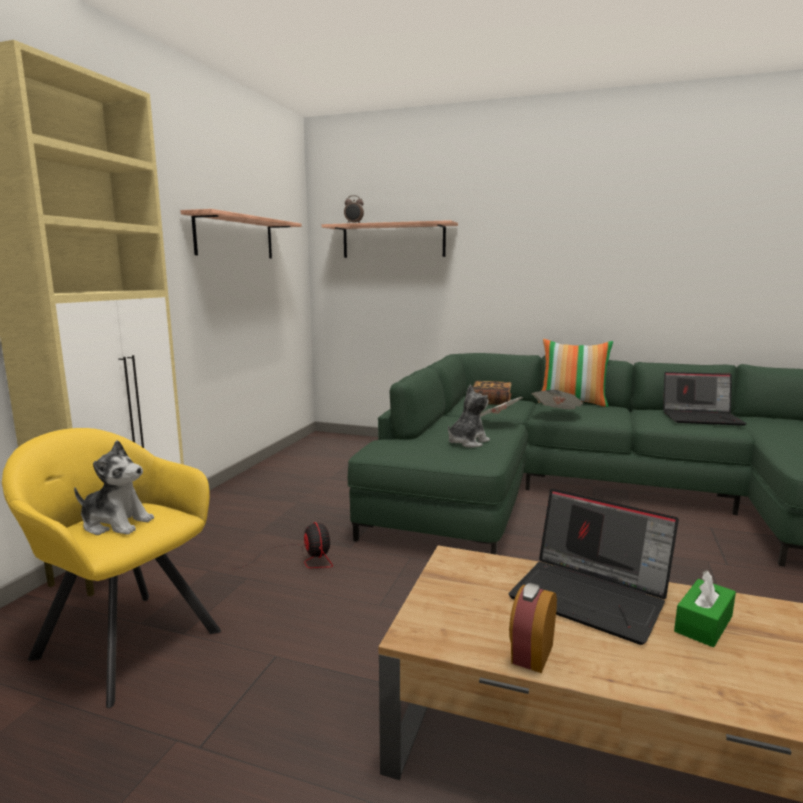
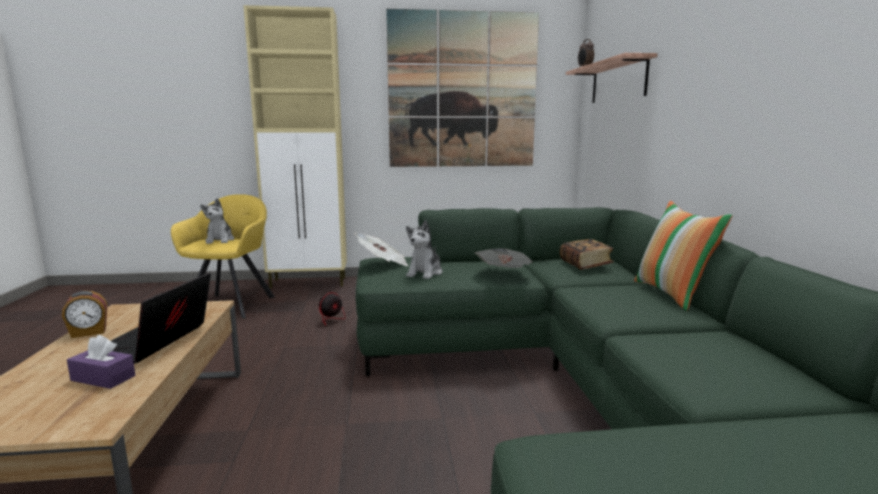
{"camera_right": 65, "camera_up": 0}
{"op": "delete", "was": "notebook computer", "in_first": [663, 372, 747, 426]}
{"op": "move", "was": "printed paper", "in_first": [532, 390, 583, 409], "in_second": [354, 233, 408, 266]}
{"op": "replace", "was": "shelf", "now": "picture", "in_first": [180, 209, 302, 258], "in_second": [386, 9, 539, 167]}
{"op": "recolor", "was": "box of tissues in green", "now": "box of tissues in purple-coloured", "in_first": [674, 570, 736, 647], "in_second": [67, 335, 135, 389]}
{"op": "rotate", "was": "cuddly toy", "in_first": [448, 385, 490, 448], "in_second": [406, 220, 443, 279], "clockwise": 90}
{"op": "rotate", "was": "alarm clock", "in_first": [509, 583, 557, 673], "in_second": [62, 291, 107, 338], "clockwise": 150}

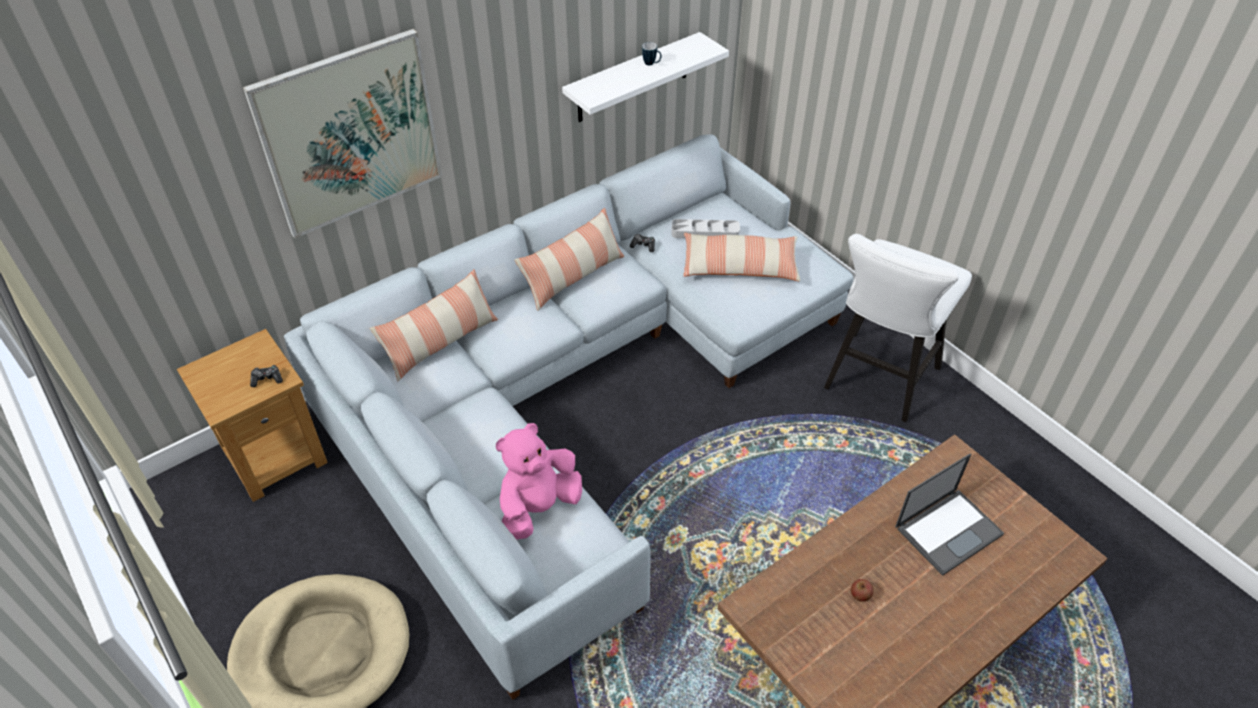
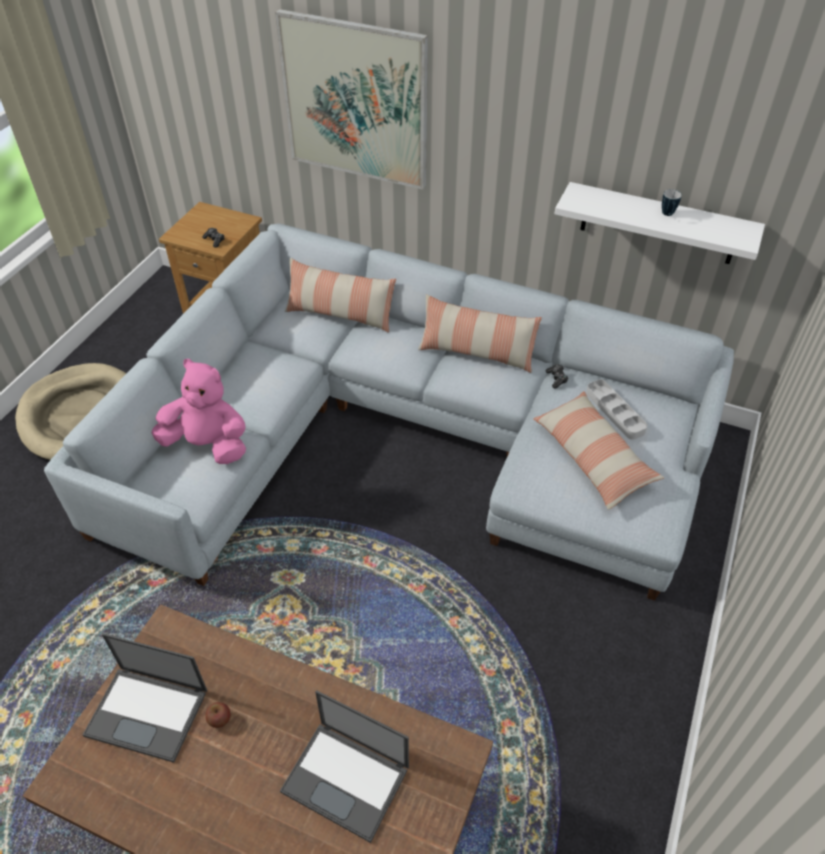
{"camera_right": 60, "camera_up": 0}
{"op": "delete", "was": "sitting stool in white-coloured", "in_first": [824, 234, 972, 422]}
{"op": "insert", "now": "notebook computer", "in_second": [83, 633, 207, 763]}

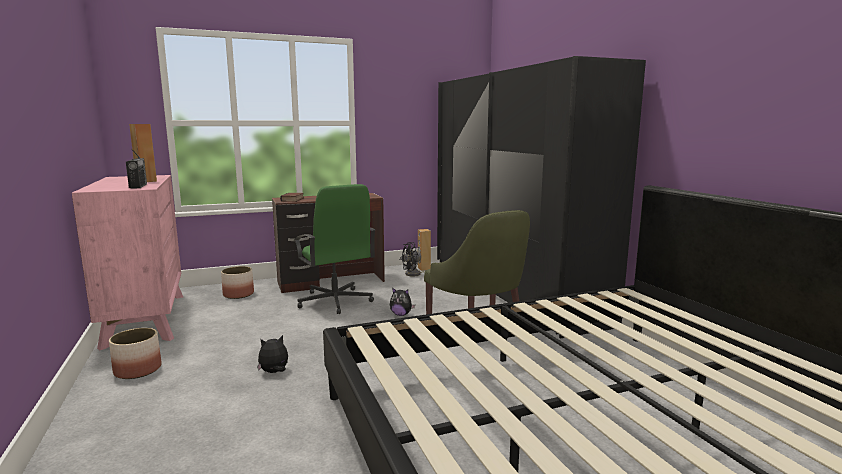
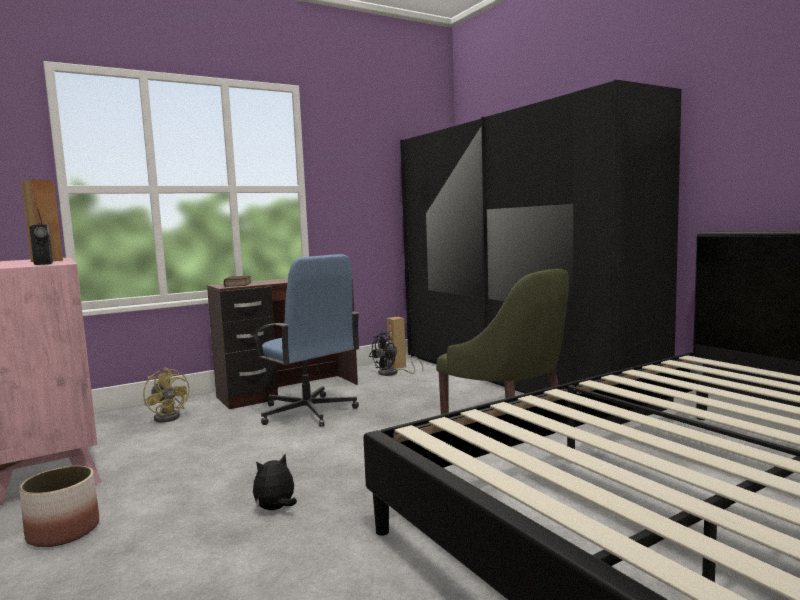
{"camera_right": -10, "camera_up": -5}
{"op": "delete", "was": "cuddly toy", "in_first": [390, 288, 415, 316]}
{"op": "replace", "was": "planter", "now": "electric fan in yellow-coloured", "in_first": [221, 266, 254, 299], "in_second": [143, 367, 190, 423]}
{"op": "recolor", "was": "desk chair in green", "now": "desk chair in blue", "in_first": [293, 184, 376, 314], "in_second": [251, 254, 360, 427]}

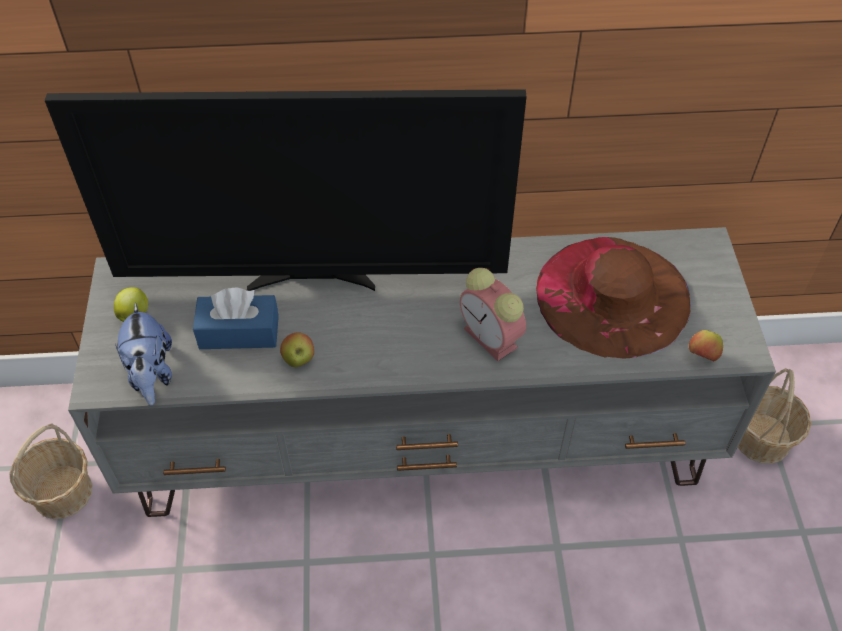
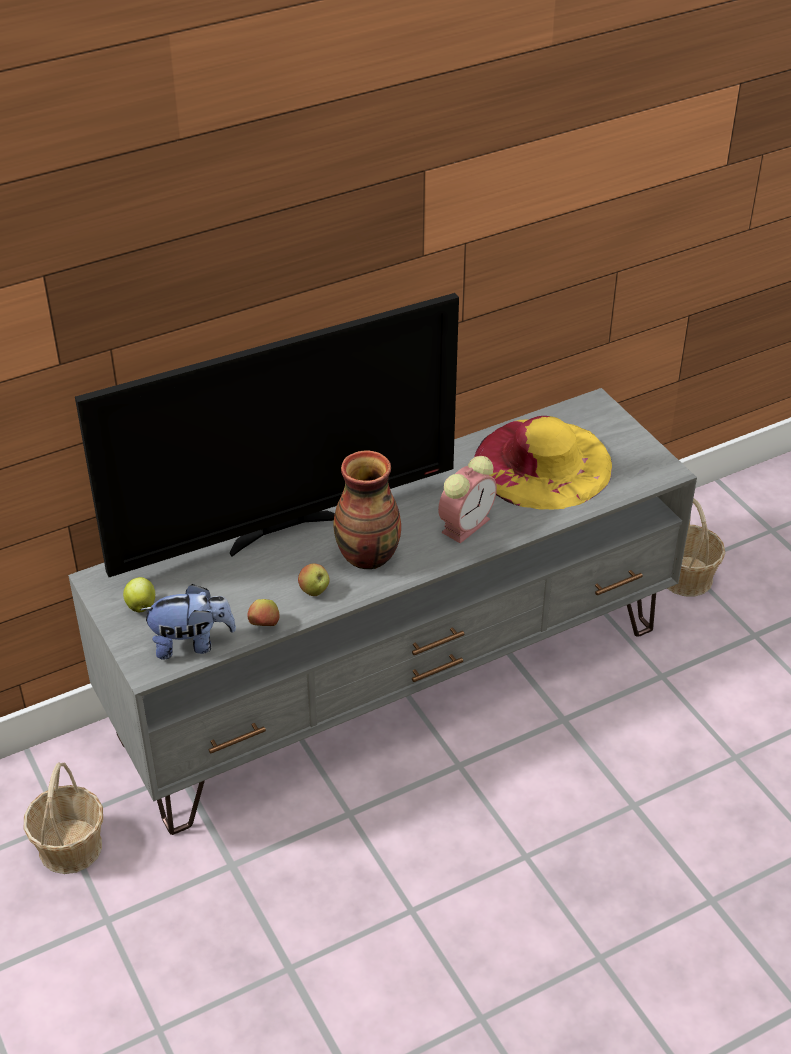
{"camera_right": -25, "camera_up": -10}
{"op": "delete", "was": "box of tissues in blue", "in_first": [193, 288, 279, 349]}
{"op": "insert", "now": "decorative vase", "in_second": [333, 450, 401, 569]}
{"op": "move", "was": "apple fruit", "in_first": [689, 330, 723, 361], "in_second": [247, 599, 279, 626]}
{"op": "recolor", "was": "clothing hat in brownish", "now": "clothing hat in yellow-coloured", "in_first": [536, 237, 691, 358], "in_second": [474, 416, 612, 510]}
{"op": "rotate", "was": "cuddly toy", "in_first": [115, 302, 172, 405], "in_second": [140, 584, 236, 660], "clockwise": -60}
{"op": "rotate", "was": "alarm clock", "in_first": [460, 268, 526, 361], "in_second": [438, 456, 497, 543], "clockwise": -75}

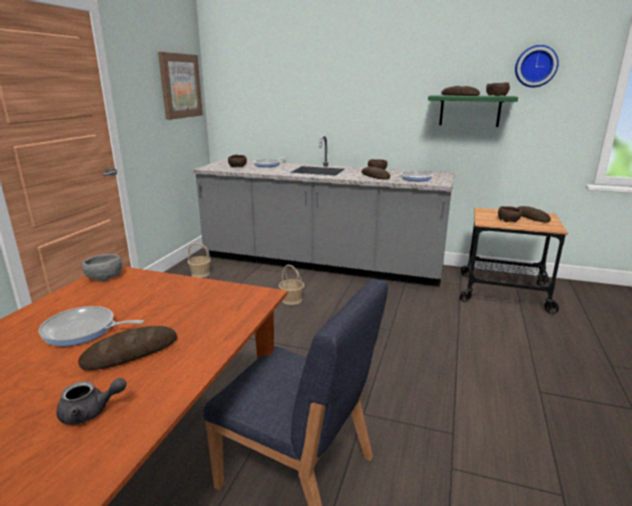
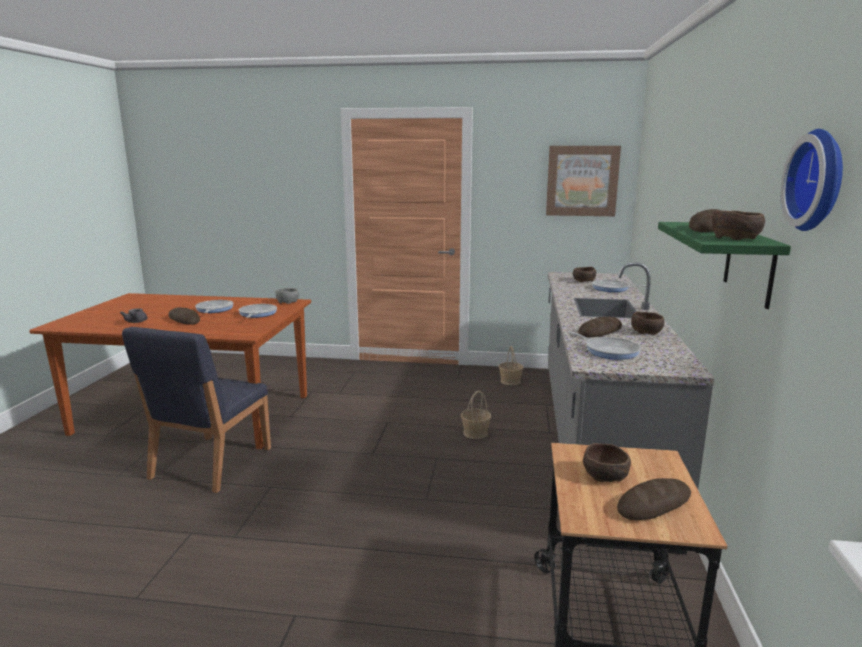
{"camera_right": 80, "camera_up": -5}
{"op": "insert", "now": "frying pan", "in_second": [239, 304, 277, 318]}

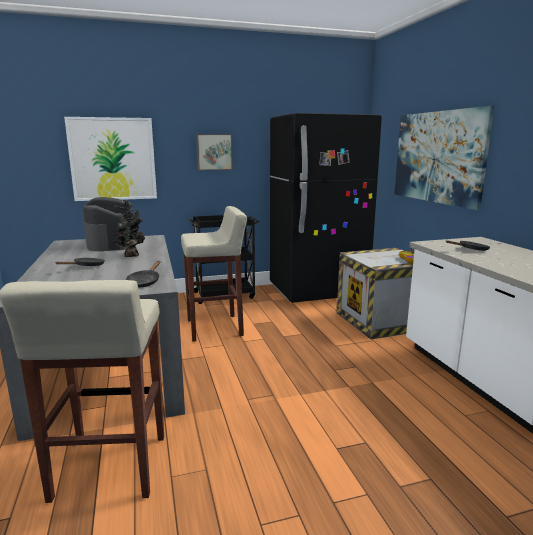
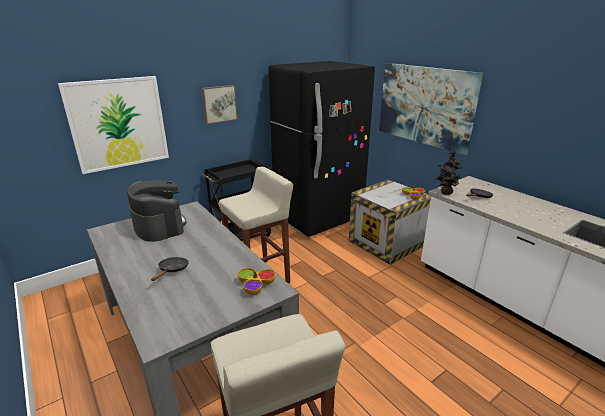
{"camera_right": -20, "camera_up": 10}
{"op": "move", "was": "potted plant", "in_first": [113, 201, 145, 257], "in_second": [437, 150, 462, 195]}
{"op": "replace", "was": "frying pan in black-coloured", "now": "serving bowl", "in_first": [126, 261, 160, 287], "in_second": [238, 268, 276, 295]}

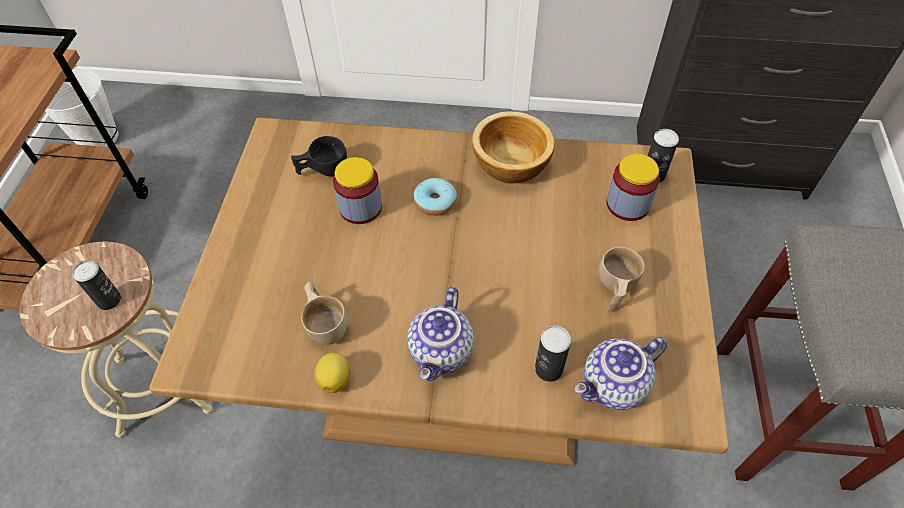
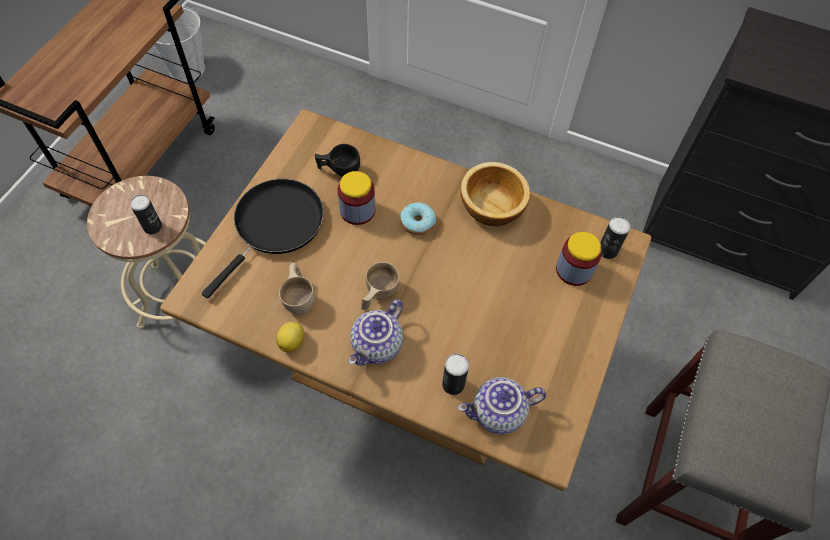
{"camera_right": 15, "camera_up": 5}
{"op": "insert", "now": "frying pan in black-coloured", "in_second": [202, 179, 324, 299]}
{"op": "move", "was": "small cup in beige", "in_first": [599, 247, 645, 311], "in_second": [361, 262, 400, 310]}

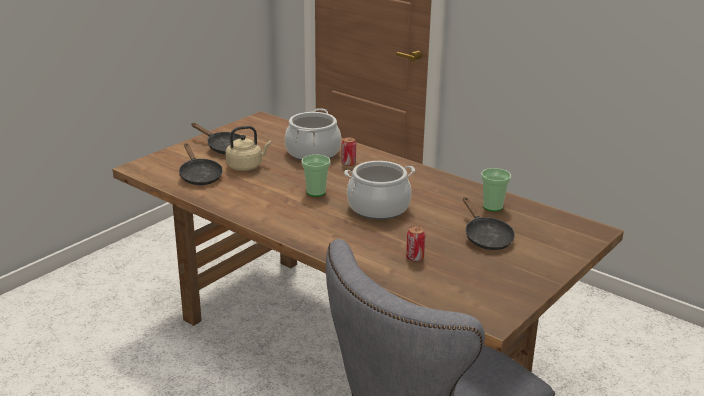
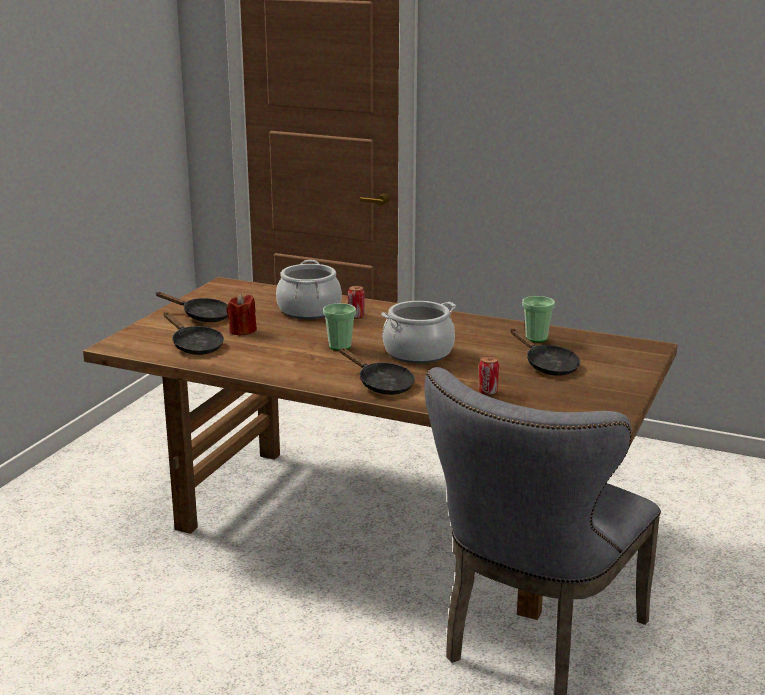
{"camera_right": -15, "camera_up": -5}
{"op": "insert", "now": "frying pan in black-coloured", "in_second": [339, 348, 415, 395]}
{"op": "replace", "was": "tea kettle in beige", "now": "candle in red", "in_first": [225, 126, 271, 171], "in_second": [227, 294, 257, 336]}

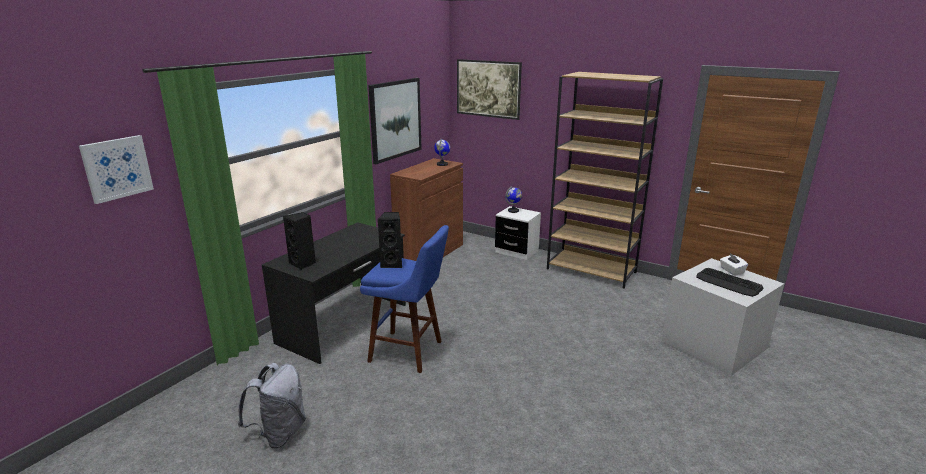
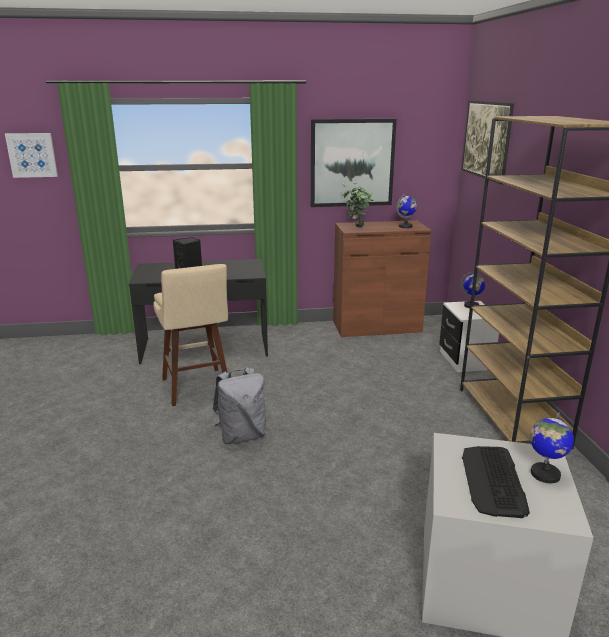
{"camera_right": 50, "camera_up": 0}
{"op": "delete", "was": "audio speaker in black-coloured", "in_first": [283, 212, 316, 270]}
{"op": "insert", "now": "potted plant", "in_second": [342, 183, 374, 227]}
{"op": "move", "was": "backpack in gray", "in_first": [238, 363, 306, 449], "in_second": [212, 367, 266, 445]}
{"op": "replace", "was": "box of tissues in white-coloured", "now": "world globe", "in_first": [720, 253, 748, 275], "in_second": [530, 412, 574, 483]}
{"op": "recolor", "was": "sitting stool in blue", "now": "sitting stool in beige", "in_first": [360, 225, 449, 373], "in_second": [153, 264, 228, 406]}

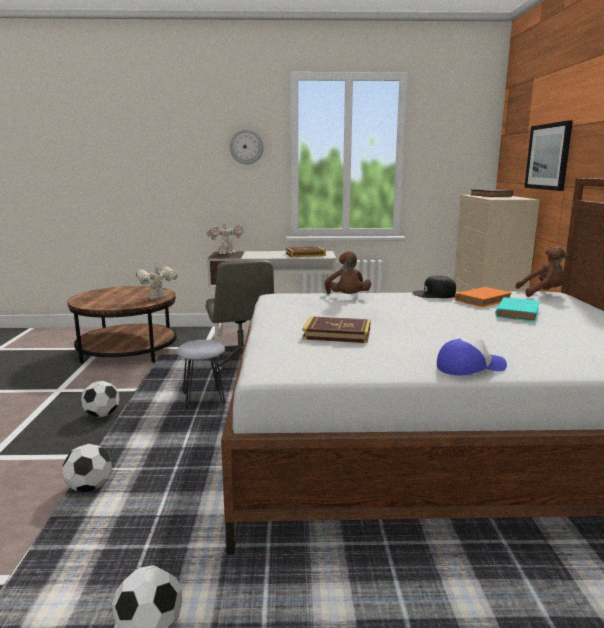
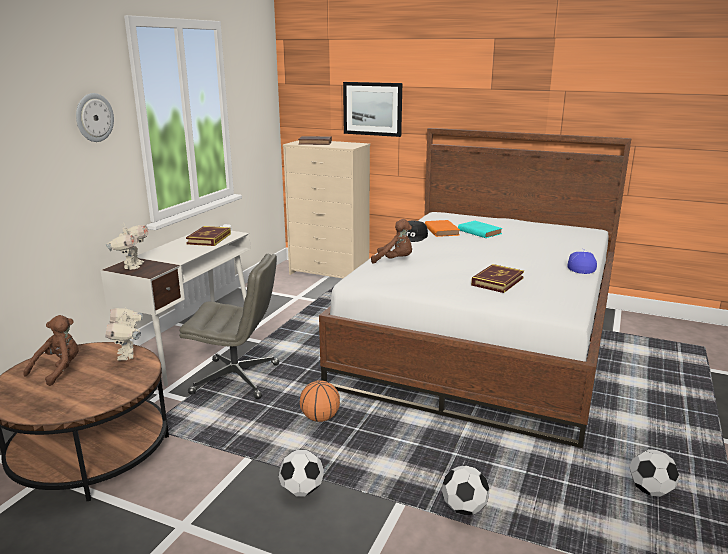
{"camera_right": -65, "camera_up": 5}
{"op": "move", "was": "cuddly toy in brownish", "in_first": [515, 246, 568, 297], "in_second": [23, 315, 79, 386]}
{"op": "replace", "was": "sitting stool in gray", "now": "ball for basketball", "in_first": [177, 340, 225, 409], "in_second": [300, 380, 340, 422]}

